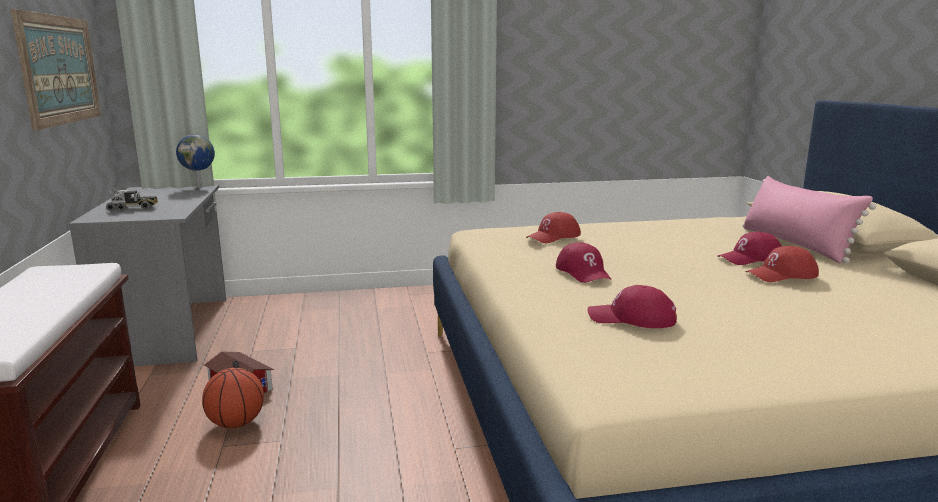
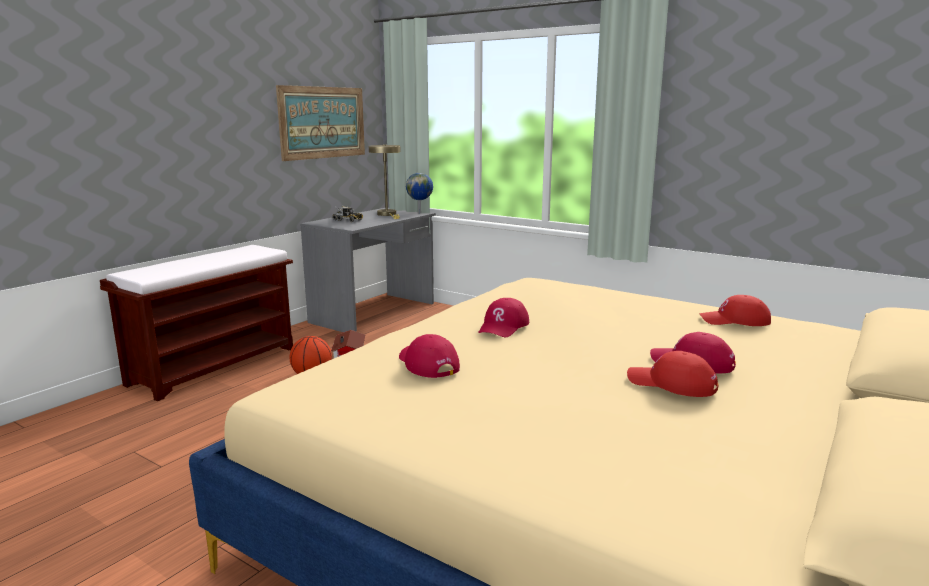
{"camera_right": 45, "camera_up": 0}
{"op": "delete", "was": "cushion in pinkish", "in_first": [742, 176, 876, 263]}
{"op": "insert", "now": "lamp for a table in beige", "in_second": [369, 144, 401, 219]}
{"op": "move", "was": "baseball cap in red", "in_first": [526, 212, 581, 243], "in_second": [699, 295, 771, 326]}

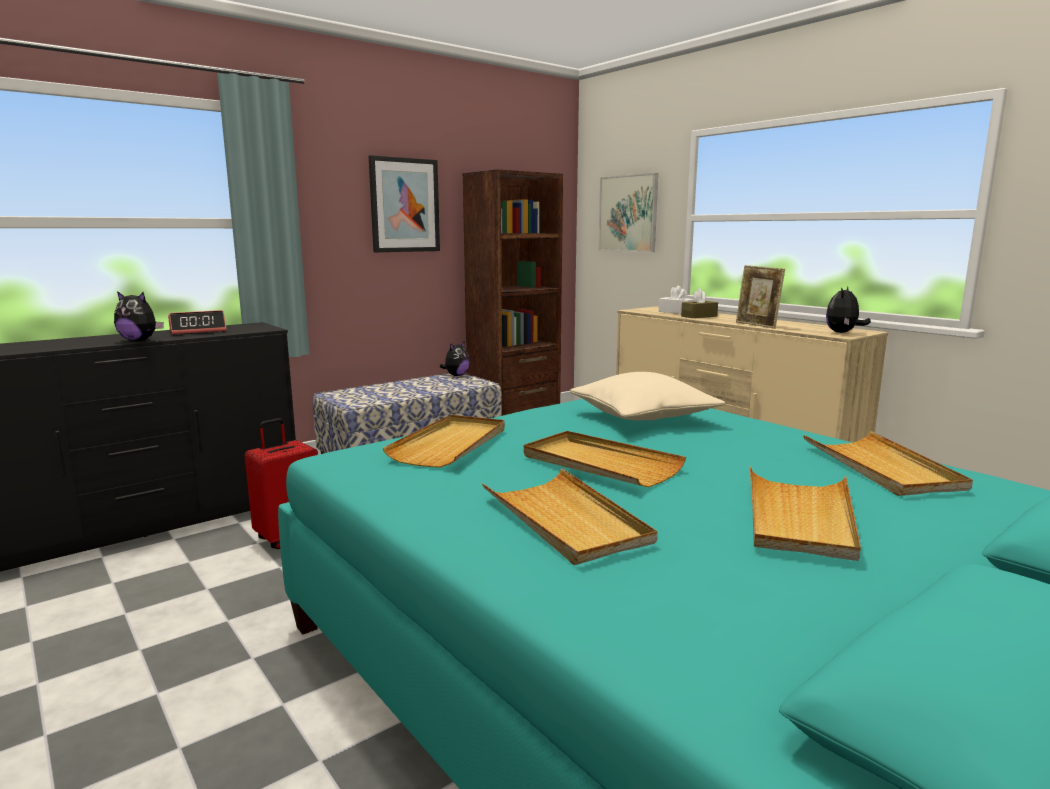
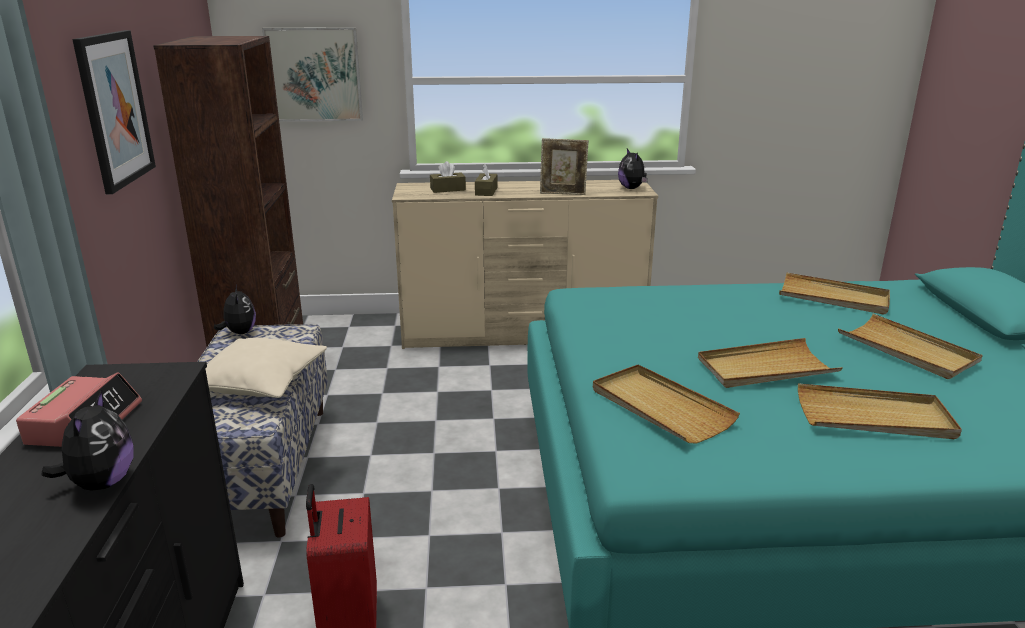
{"camera_right": -55, "camera_up": 10}
{"op": "move", "was": "cushion in beige", "in_first": [570, 372, 725, 420], "in_second": [206, 337, 327, 398]}
{"op": "recolor", "was": "box of tissues in white-coloured", "now": "box of tissues in brownish", "in_first": [659, 286, 695, 314], "in_second": [430, 161, 466, 193]}
{"op": "rotate", "was": "cuddly toy", "in_first": [114, 291, 164, 341], "in_second": [42, 390, 134, 491], "clockwise": -45}

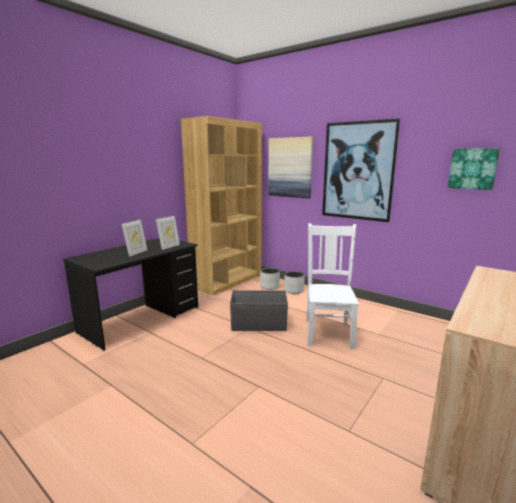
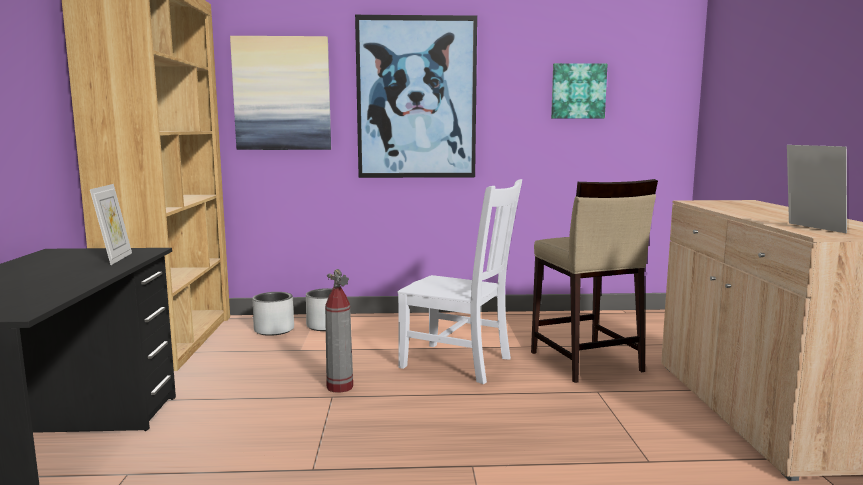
{"camera_right": -40, "camera_up": -5}
{"op": "insert", "now": "sitting stool in beige", "in_second": [531, 179, 658, 383]}
{"op": "move", "was": "photo frame", "in_first": [122, 219, 147, 257], "in_second": [787, 145, 847, 233]}
{"op": "replace", "was": "storage box in gray", "now": "fire extinguisher", "in_first": [230, 290, 288, 331], "in_second": [325, 269, 353, 393]}
{"op": "rotate", "was": "chair in white-coloured", "in_first": [306, 223, 359, 349], "in_second": [397, 179, 522, 384], "clockwise": 150}

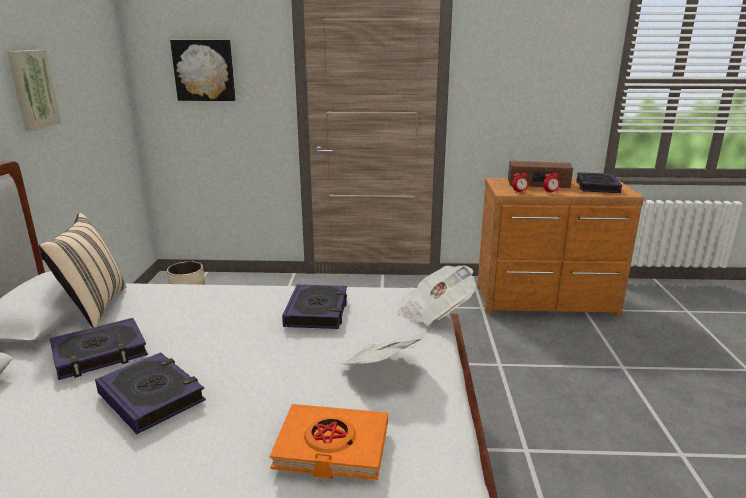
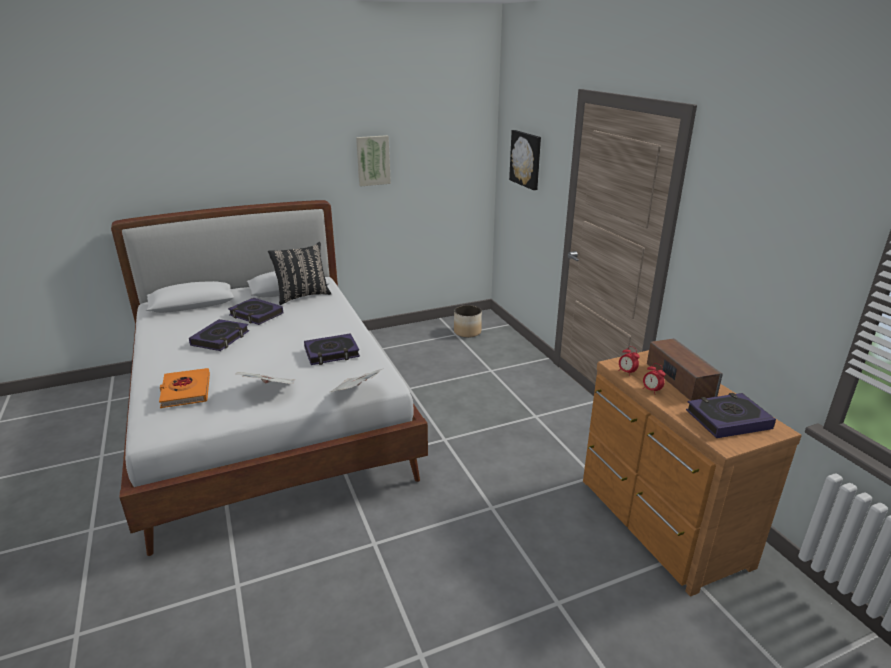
{"camera_right": 65, "camera_up": 5}
{"op": "recolor", "was": "cushion in beige", "now": "cushion in black-coloured", "in_first": [39, 213, 126, 328], "in_second": [268, 242, 331, 305]}

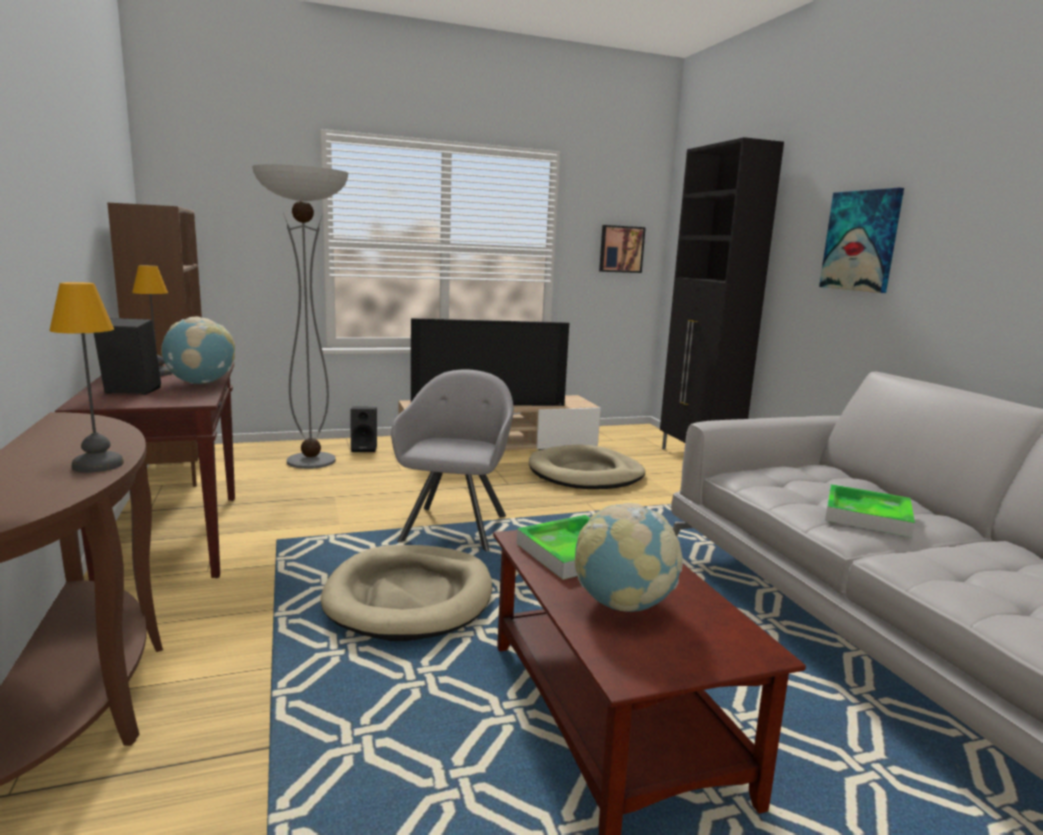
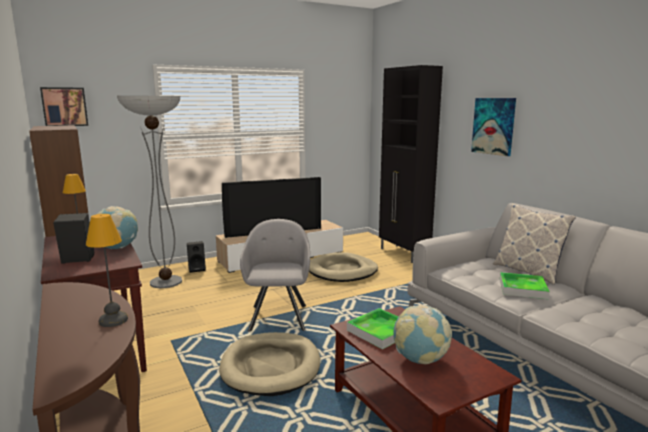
{"camera_right": -10, "camera_up": 0}
{"op": "insert", "now": "cushion", "in_second": [493, 203, 576, 285]}
{"op": "move", "was": "picture", "in_first": [599, 225, 646, 273], "in_second": [40, 87, 88, 126]}

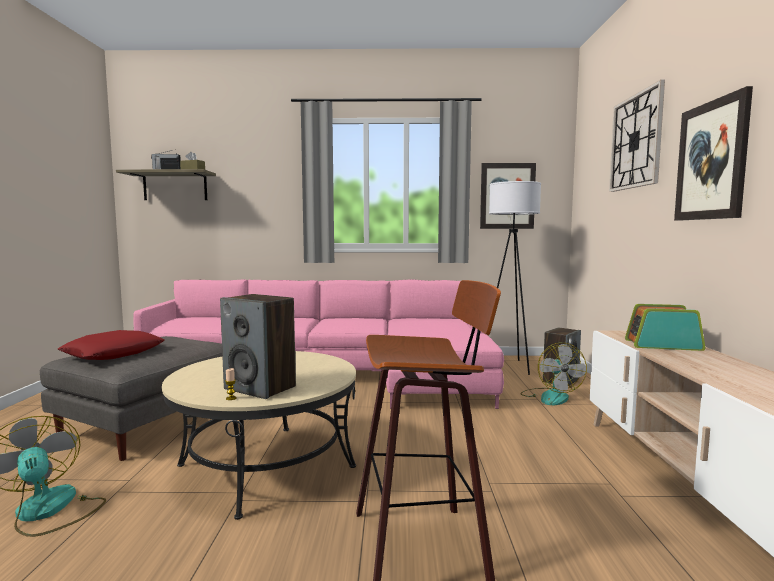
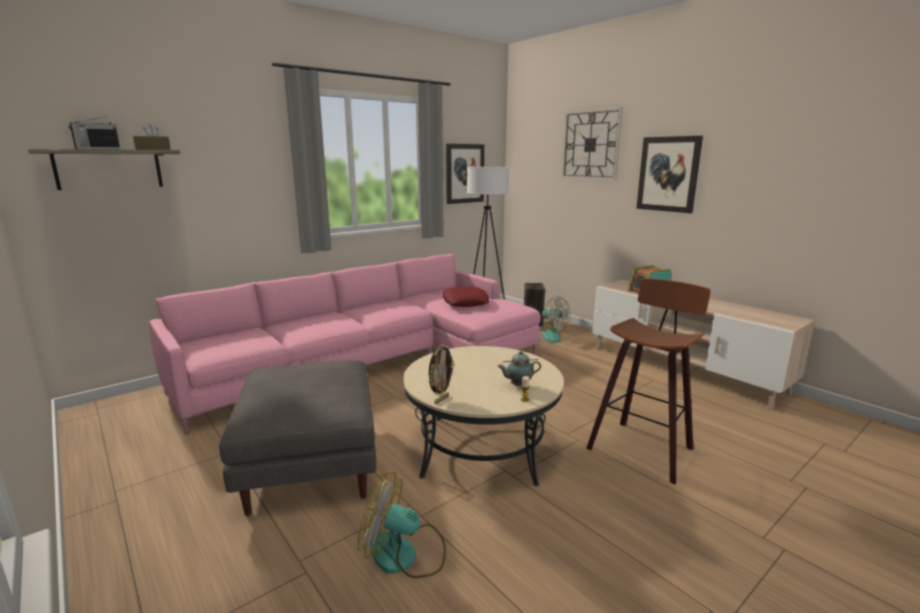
{"camera_right": -40, "camera_up": 10}
{"op": "insert", "now": "photo frame", "in_second": [429, 344, 455, 404]}
{"op": "move", "was": "cushion in red", "in_first": [58, 330, 165, 360], "in_second": [443, 286, 489, 307]}
{"op": "replace", "was": "audio speaker", "now": "pot for tea", "in_first": [220, 294, 296, 399], "in_second": [497, 351, 541, 386]}

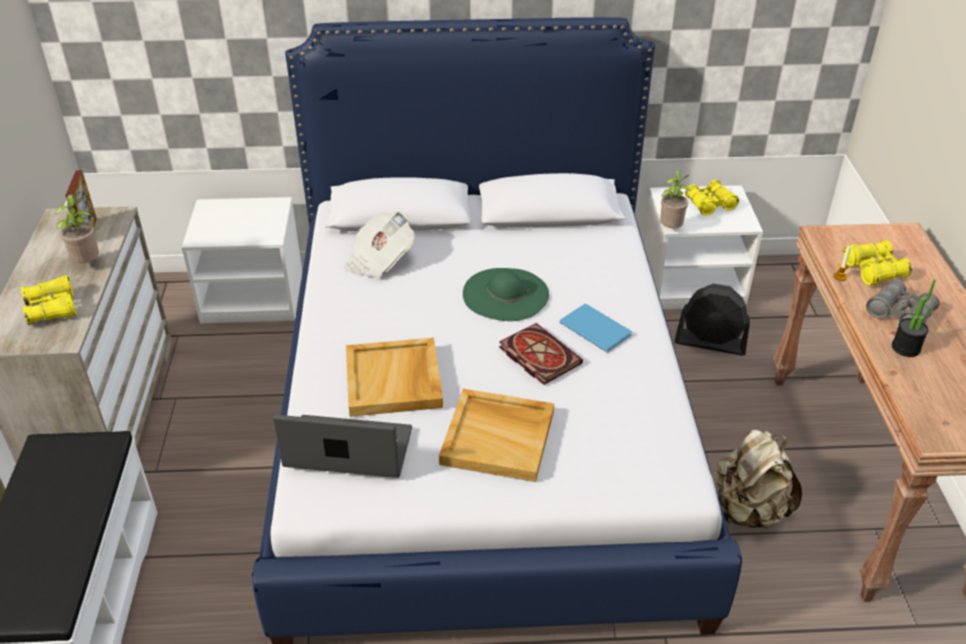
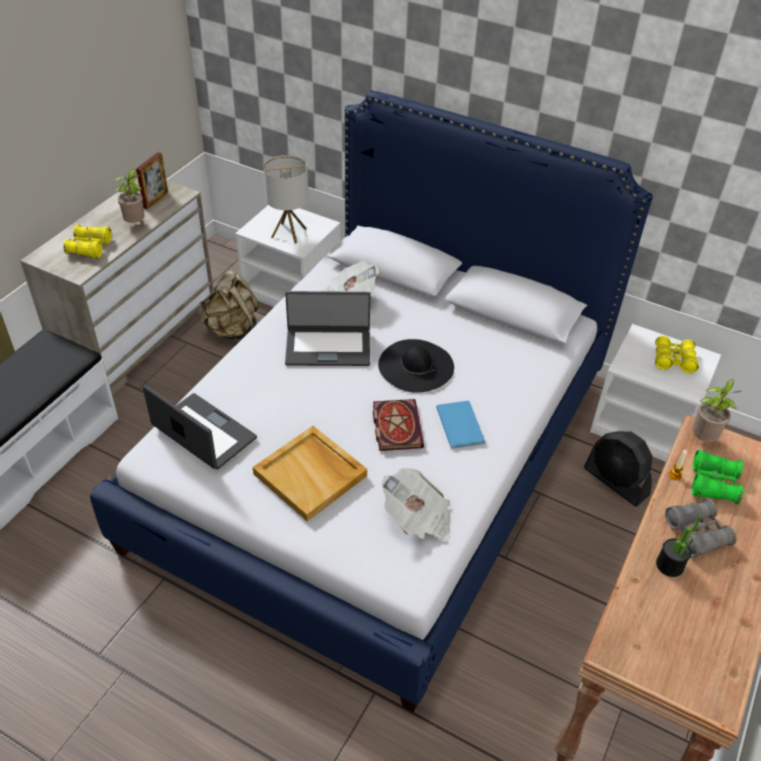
{"camera_right": 30, "camera_up": 5}
{"op": "delete", "was": "tray in beige", "in_first": [346, 338, 443, 417]}
{"op": "insert", "now": "lamp for a table", "in_second": [263, 155, 309, 244]}
{"op": "insert", "now": "notebook computer", "in_second": [285, 291, 370, 366]}
{"op": "insert", "now": "printed paper", "in_second": [382, 468, 451, 540]}
{"op": "move", "was": "potted plant", "in_first": [660, 170, 691, 228], "in_second": [692, 379, 741, 442]}
{"op": "move", "was": "backpack in beige", "in_first": [717, 430, 802, 529], "in_second": [200, 270, 259, 340]}
{"op": "recolor", "was": "clothing hat in green", "now": "clothing hat in black-coloured", "in_first": [463, 268, 549, 321], "in_second": [378, 339, 454, 393]}
{"op": "recolor", "was": "pair of binoculars in yellow-coloured", "now": "pair of binoculars in green", "in_first": [843, 240, 912, 286], "in_second": [692, 450, 743, 504]}

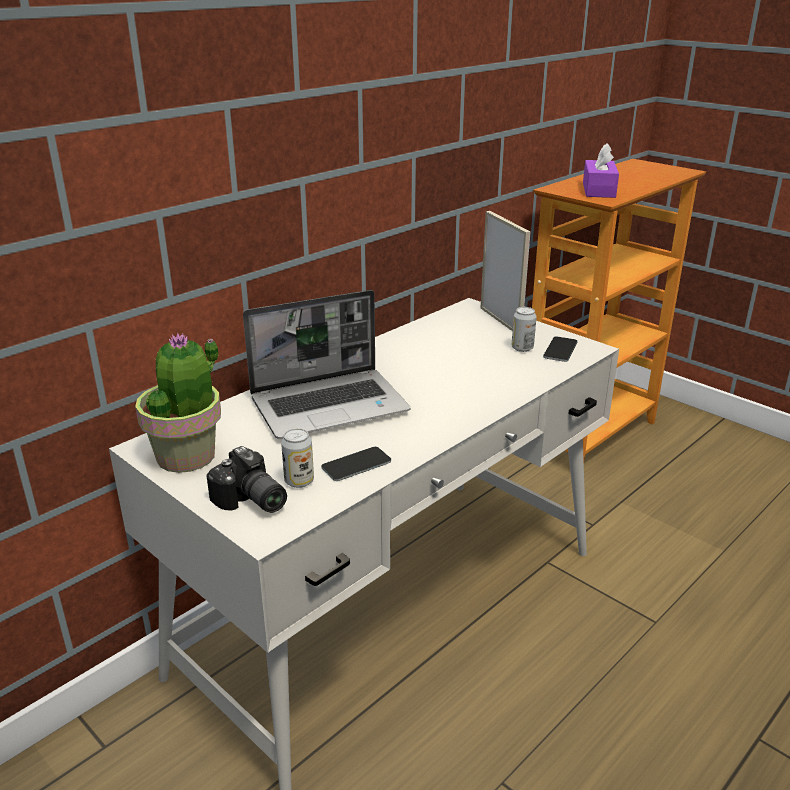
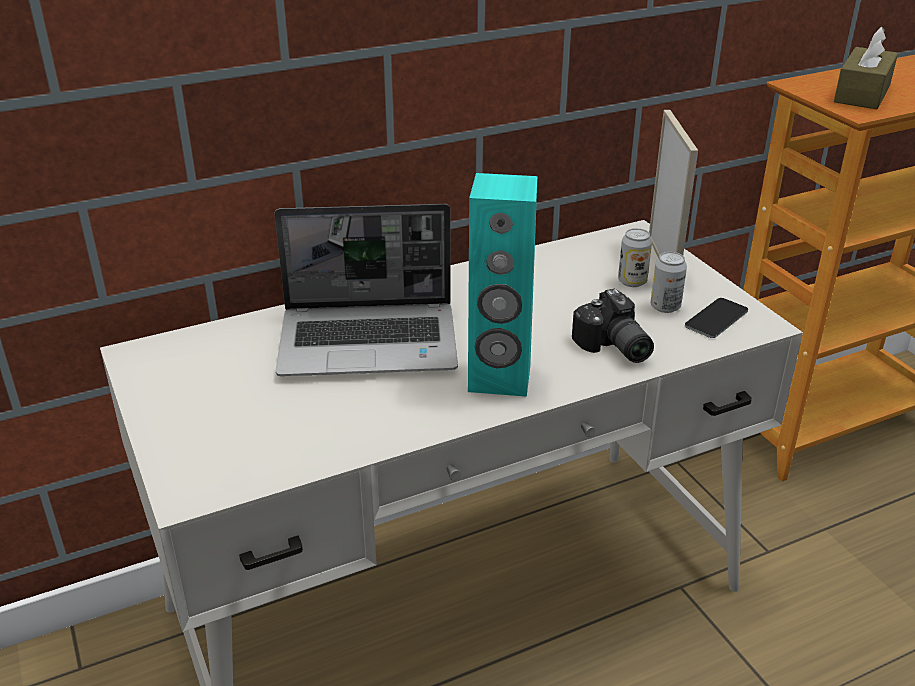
{"camera_right": 20, "camera_up": 5}
{"op": "delete", "was": "potted plant", "in_first": [135, 332, 221, 473]}
{"op": "delete", "was": "handset", "in_first": [321, 447, 391, 481]}
{"op": "insert", "now": "audio speaker in turquoise-coloured", "in_second": [468, 173, 538, 397]}
{"op": "move", "was": "photo camera", "in_first": [206, 446, 287, 513], "in_second": [572, 289, 654, 363]}
{"op": "move", "was": "metal can", "in_first": [281, 428, 314, 488], "in_second": [618, 228, 652, 287]}
{"op": "recolor", "was": "box of tissues in purple-coloured", "now": "box of tissues in brownish", "in_first": [583, 143, 619, 198], "in_second": [834, 27, 898, 109]}

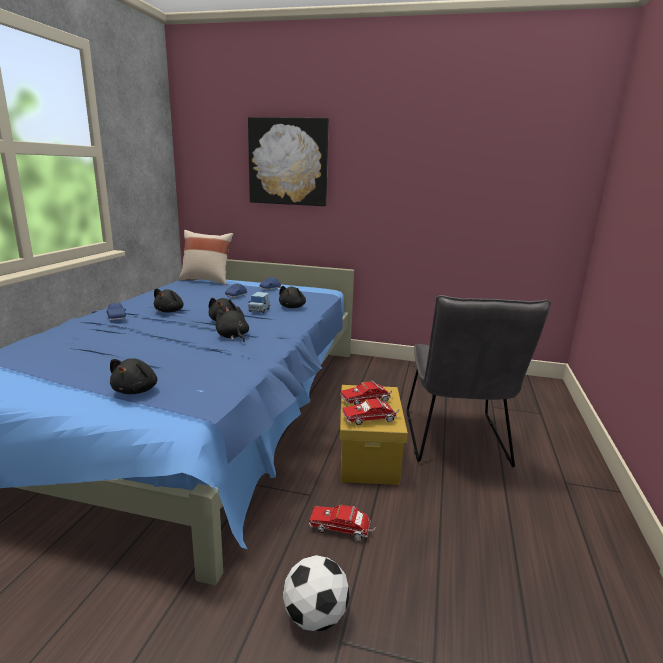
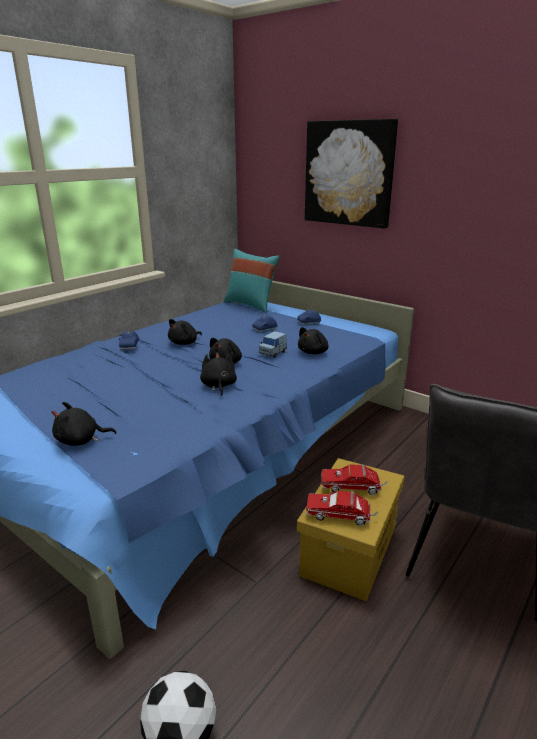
{"camera_right": 25, "camera_up": 5}
{"op": "delete", "was": "model truck", "in_first": [309, 505, 376, 541]}
{"op": "recolor", "was": "cushion in beige", "now": "cushion in turquoise-coloured", "in_first": [179, 230, 233, 285], "in_second": [224, 249, 280, 313]}
{"op": "rotate", "was": "cuddly toy in black-coloured", "in_first": [110, 358, 157, 394], "in_second": [51, 402, 116, 446], "clockwise": 45}

